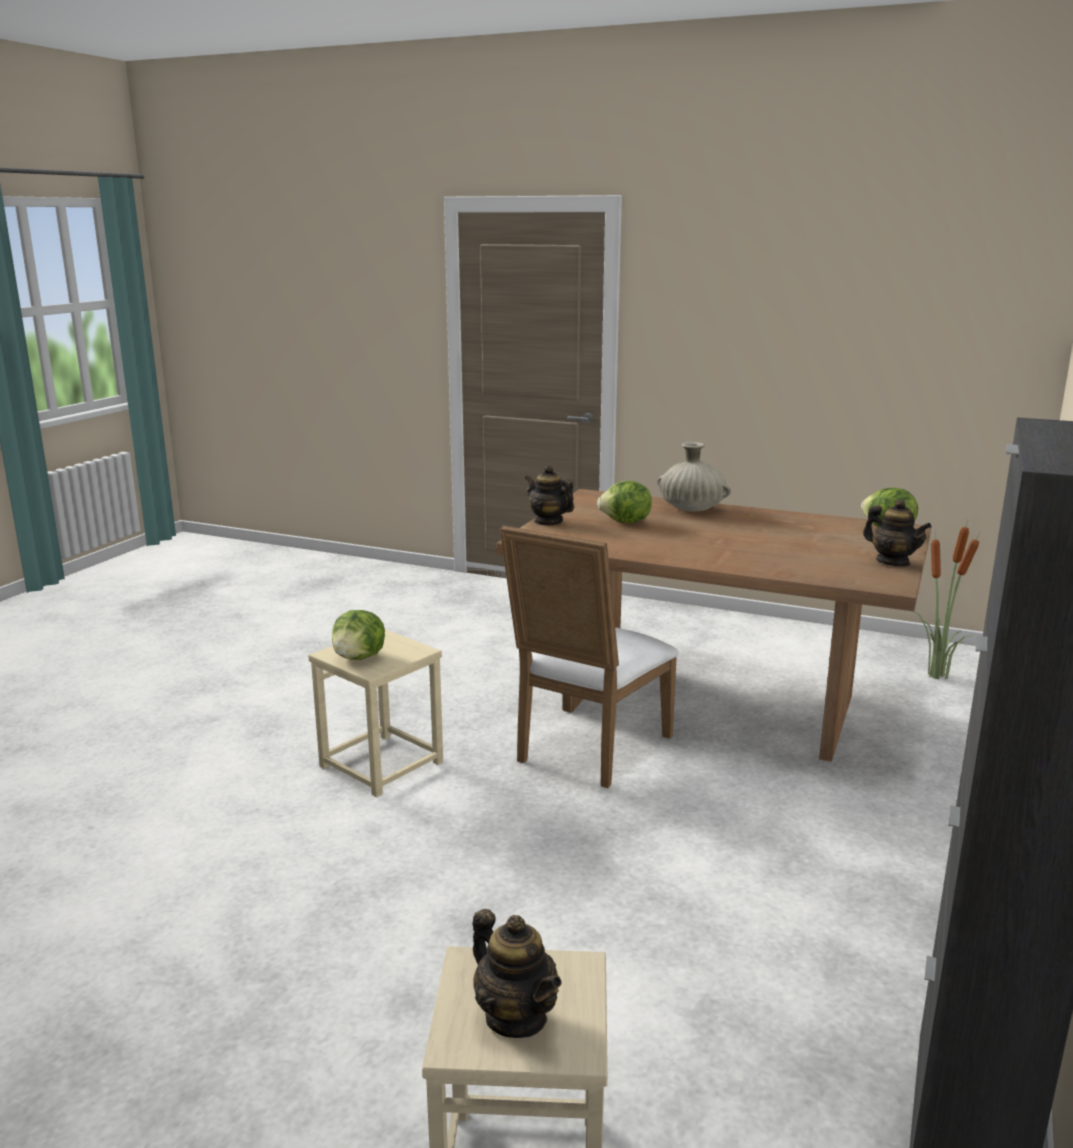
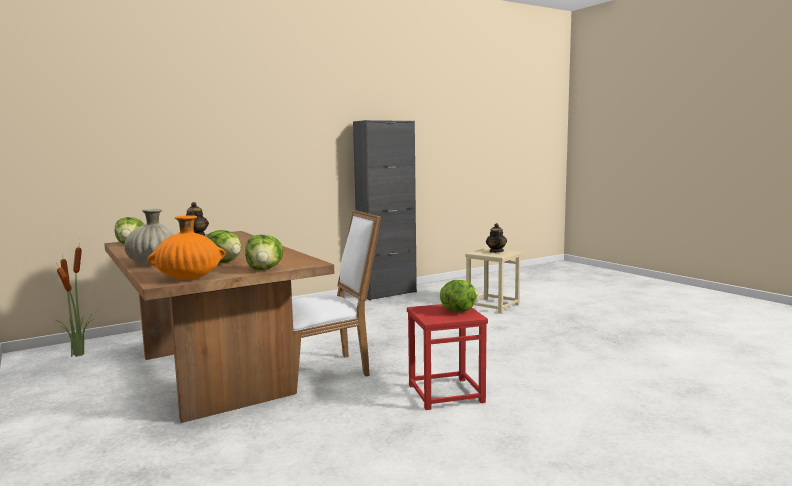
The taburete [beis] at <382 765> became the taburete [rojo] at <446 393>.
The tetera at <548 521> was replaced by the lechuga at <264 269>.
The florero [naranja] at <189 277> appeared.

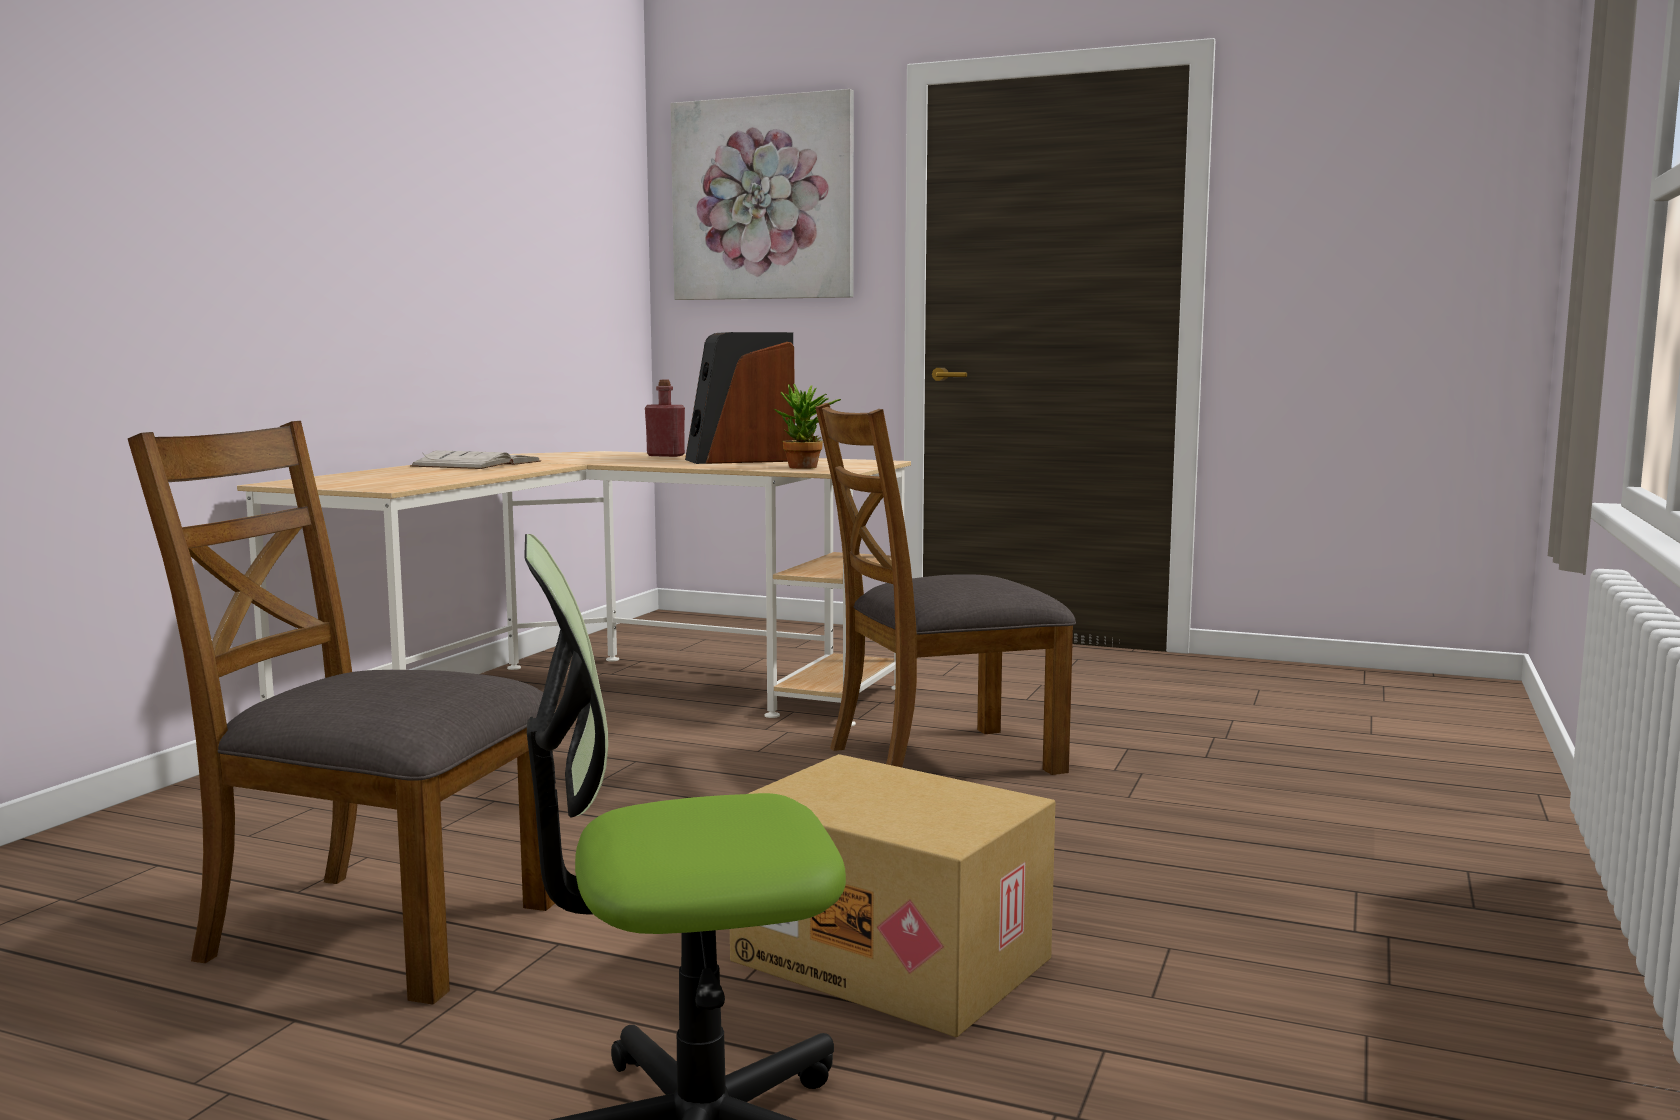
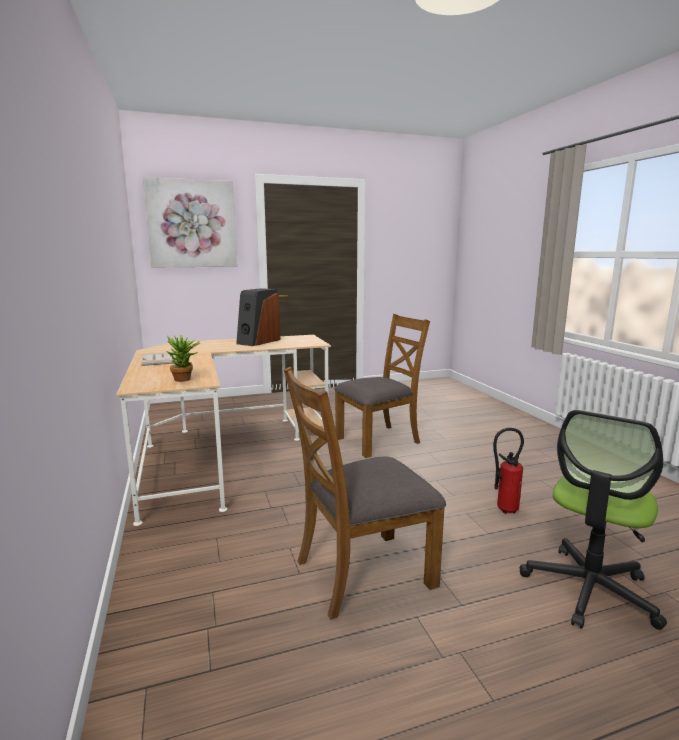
The botella [rojo] at <665 455> disappeared.
The caja de cartón at <895 958> was replaced by the extintor at <503 509>.
The planta en maceta moved from <806 468> to <185 380>.
The silla [marrón] at <941 759> turned 150 degrees counterclockwise.

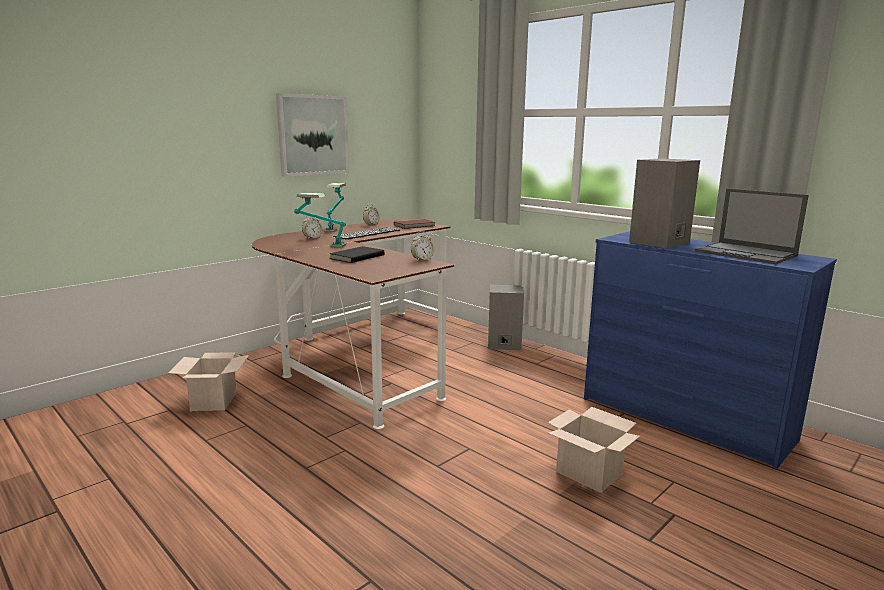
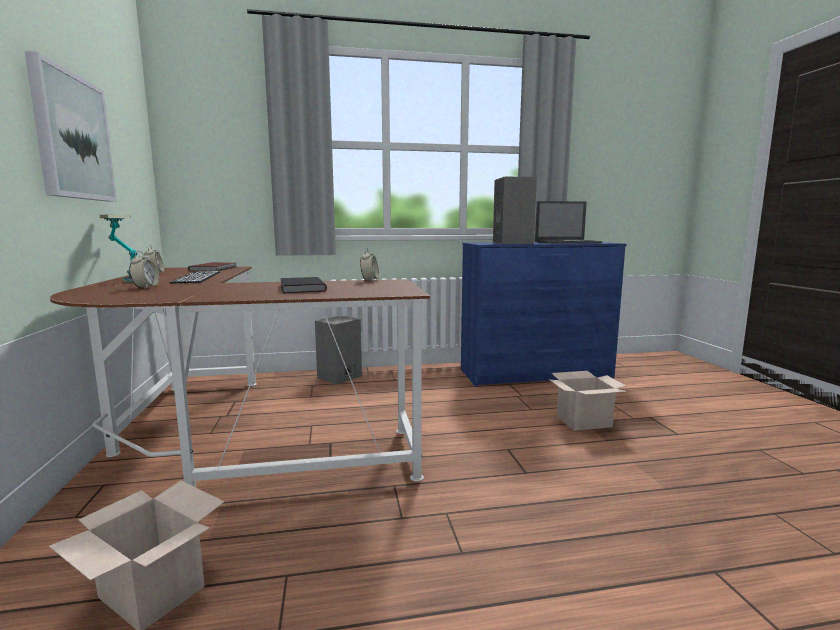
The lámpara de mesa at <320 244> disappeared.

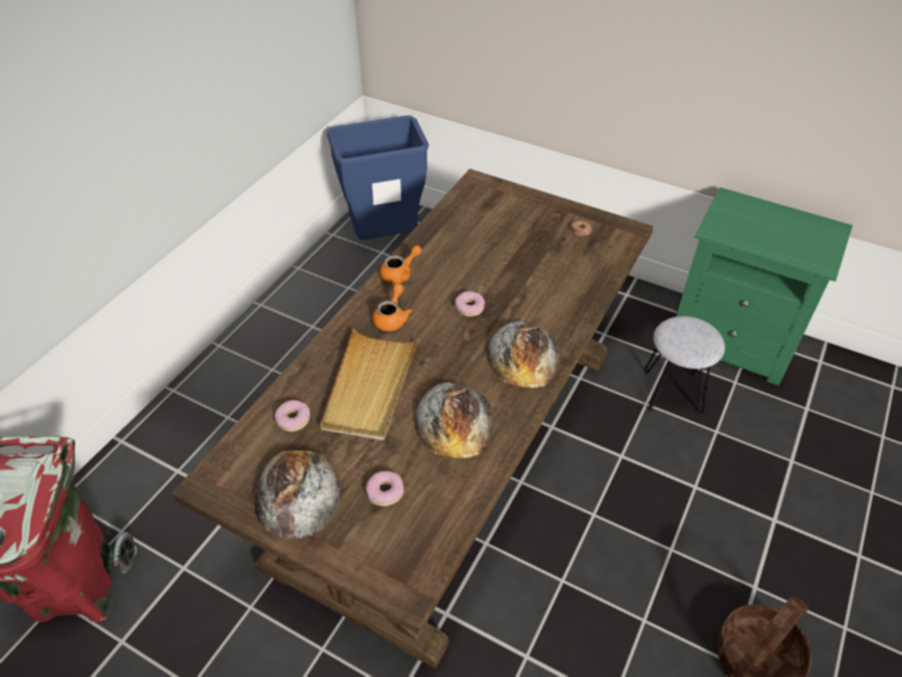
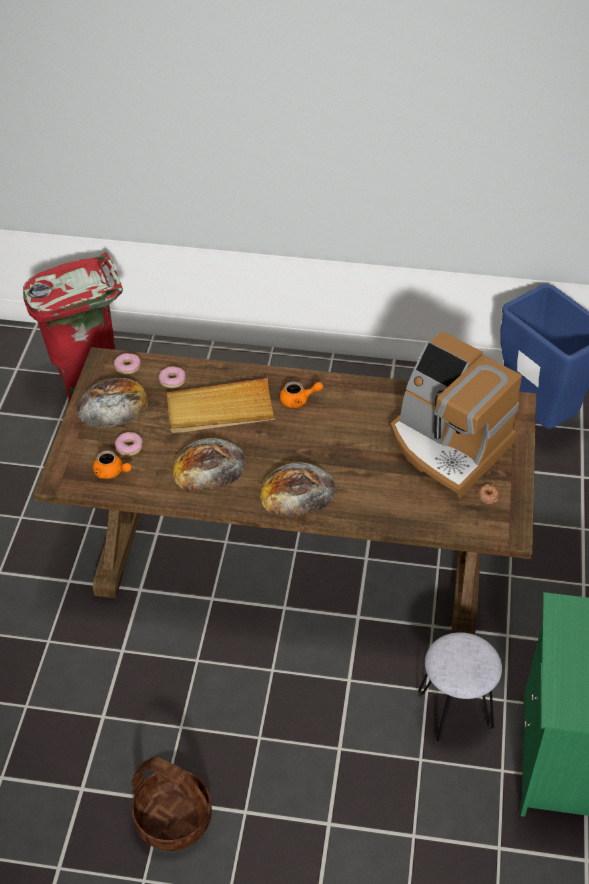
The tetera [naranja] moved from <400 274> to <111 472>.
The rosquilla moved from <469 307> to <127 366>.
The cafetera at <447 446> appeared.

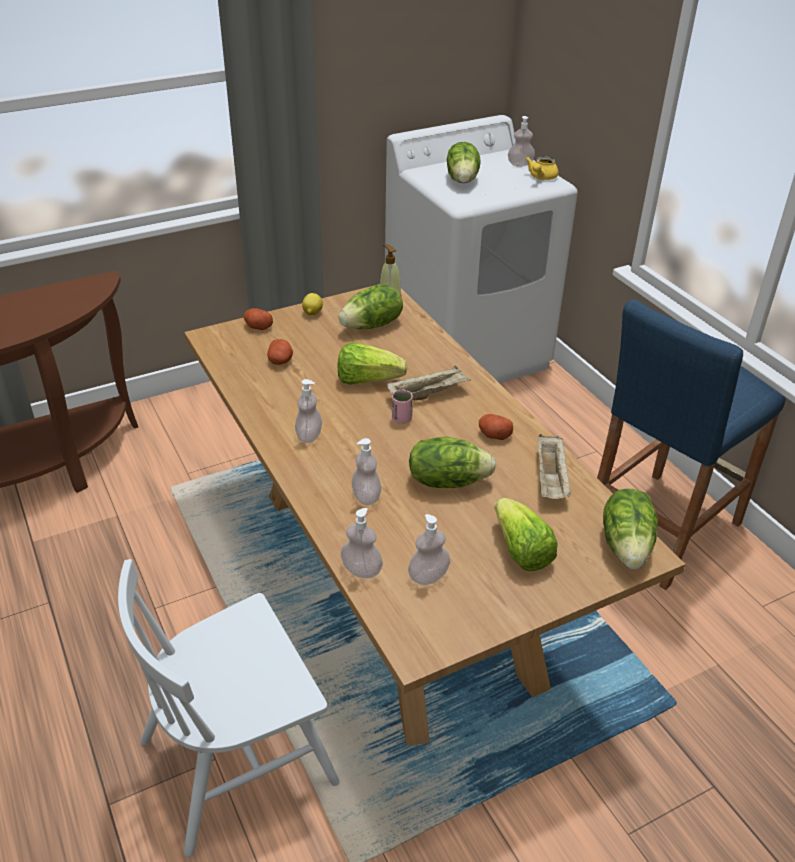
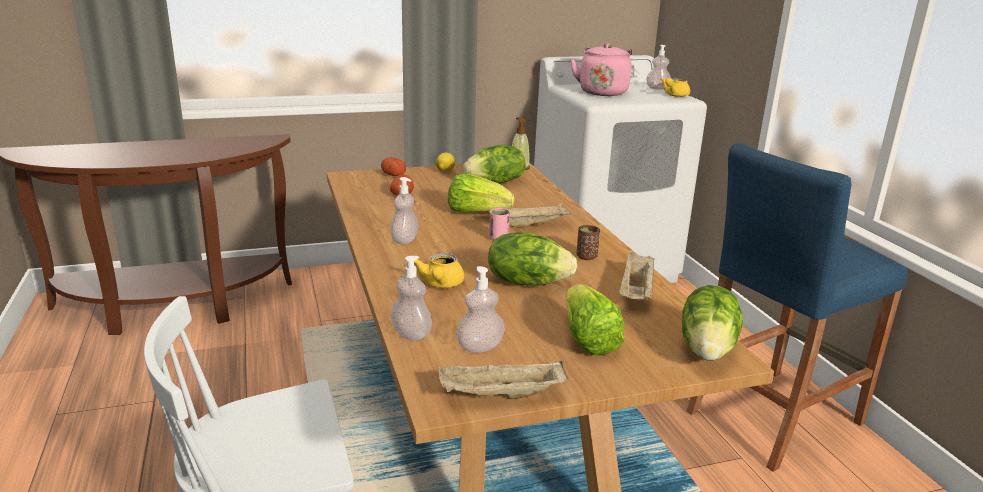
The dispensador de jabón at <366 497> was replaced by the tetera [amarillo] at <440 284>.
The lechuga at <463 180> was replaced by the hervidor [rosa] at <602 92>.
The patata at <494 435> was replaced by the taza [marrón] at <586 257>.
The bandeja [beis] at <500 396> appeared.

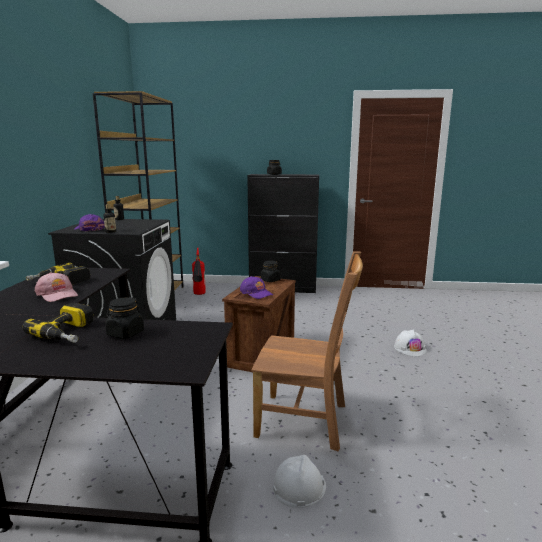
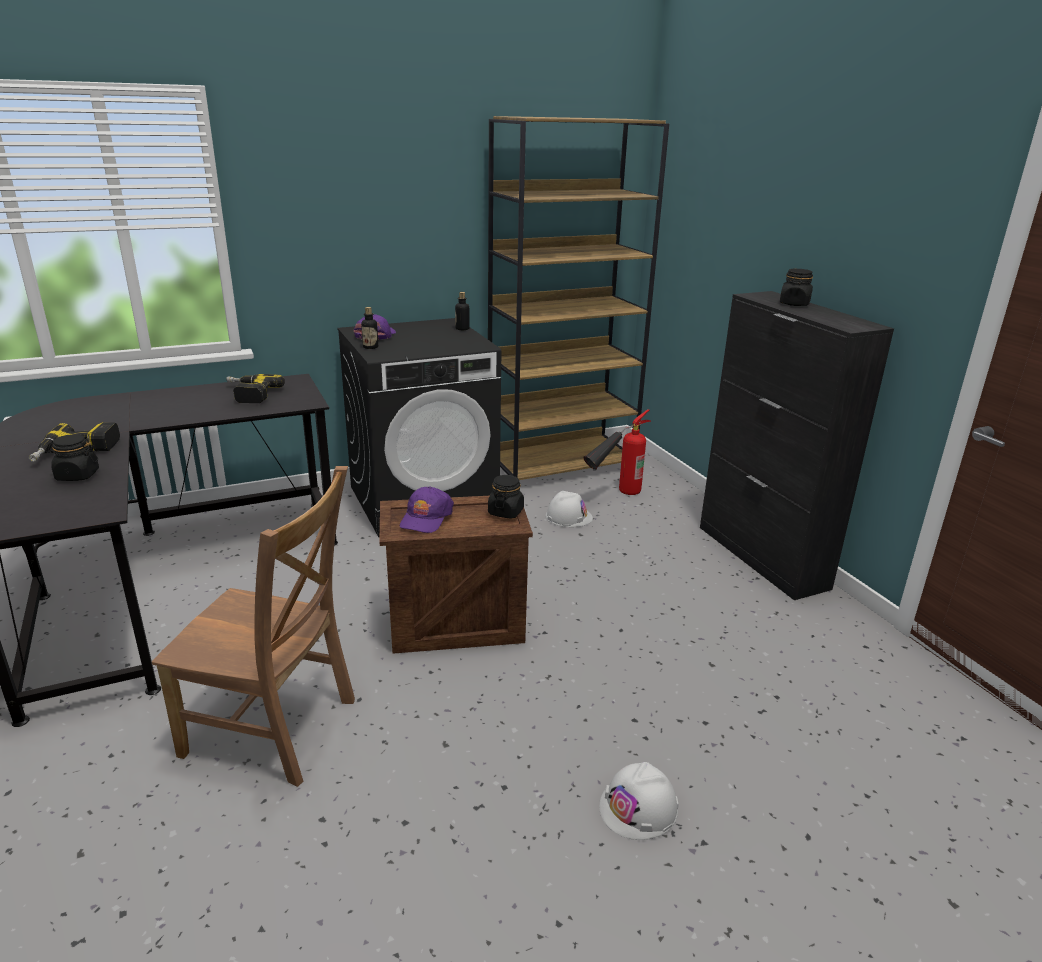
The gorra [rosa] at <57 294> disappeared.
The silla [marrón] at <306 421> turned 60 degrees counterclockwise.
The casco [blanco] moved from <299 486> to <568 517>.

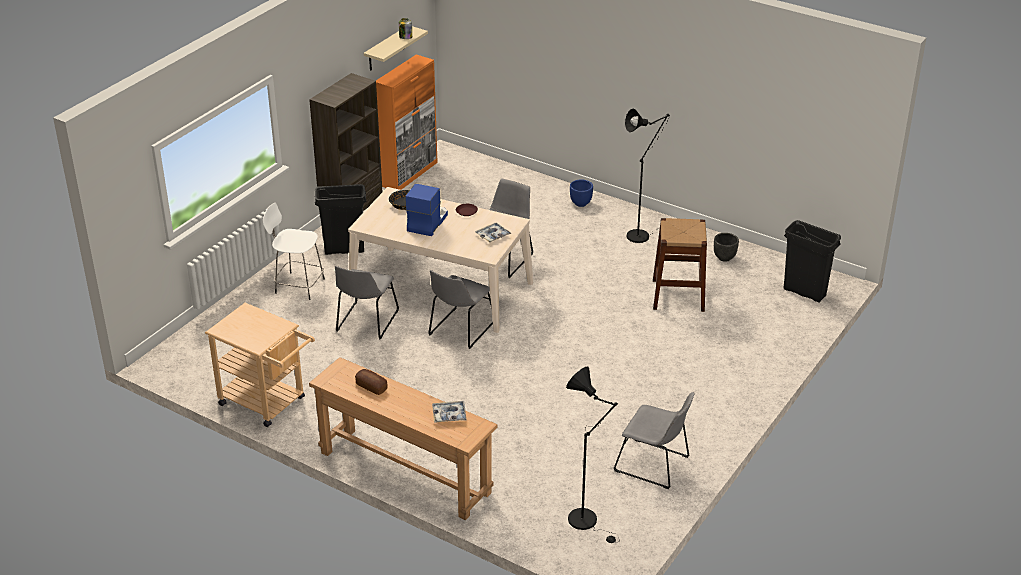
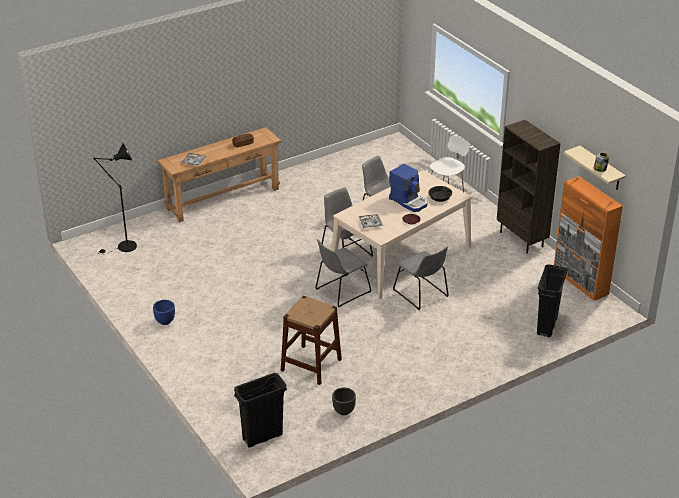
The carrito [beis] at <268 403> disappeared.
The papelera [negro] moved from <345 250> to <547 326>.
The maceta [azul] moved from <581 203> to <165 321>.
The silla [gris] moved from <654 465> to <341 291>.
The lámpara de pie [negro] at <641 235> disappeared.

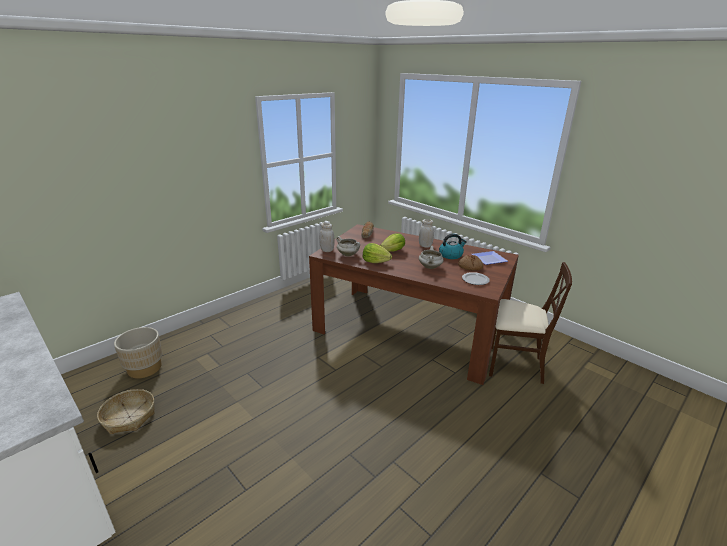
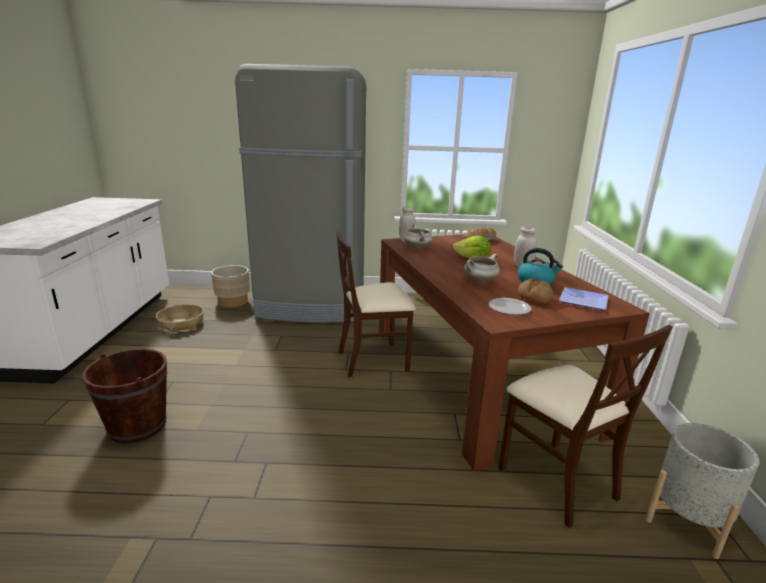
The lechuga at <375 261> disappeared.
The cubo [marrón] at <137 425> appeared.
The nevera [gris] at <313 305> appeared.
The silla [beis] at <374 360> appeared.
The maceta [gris] at <687 520> appeared.

